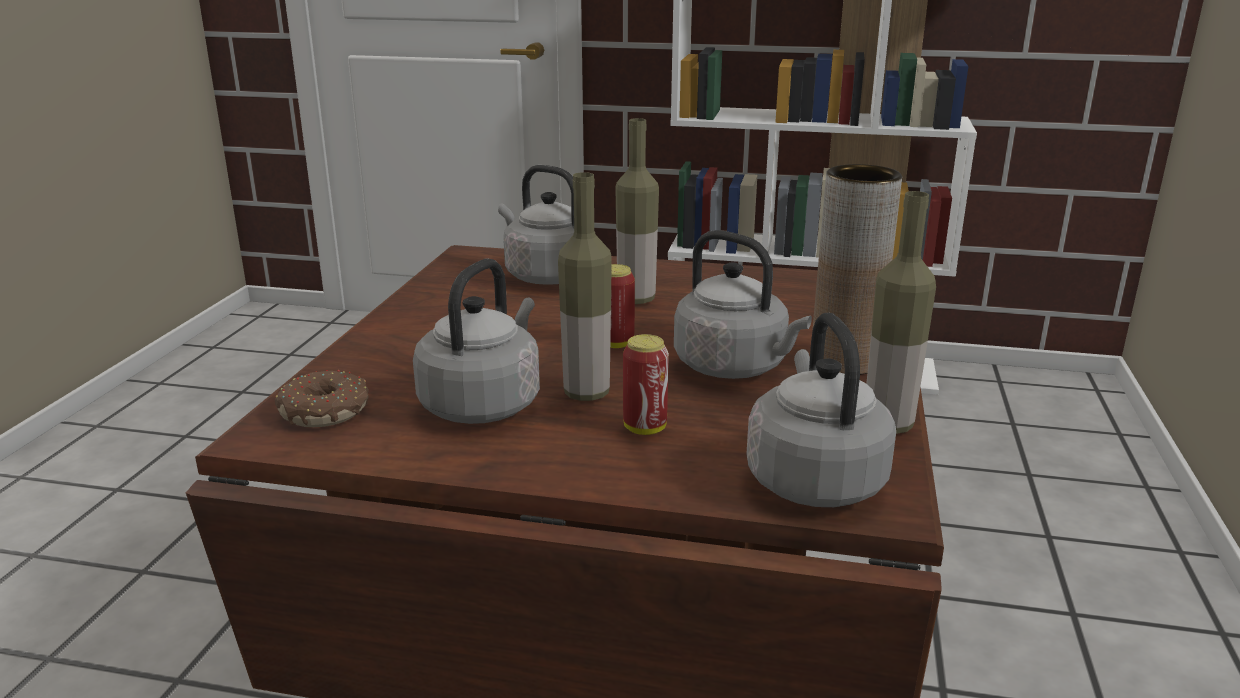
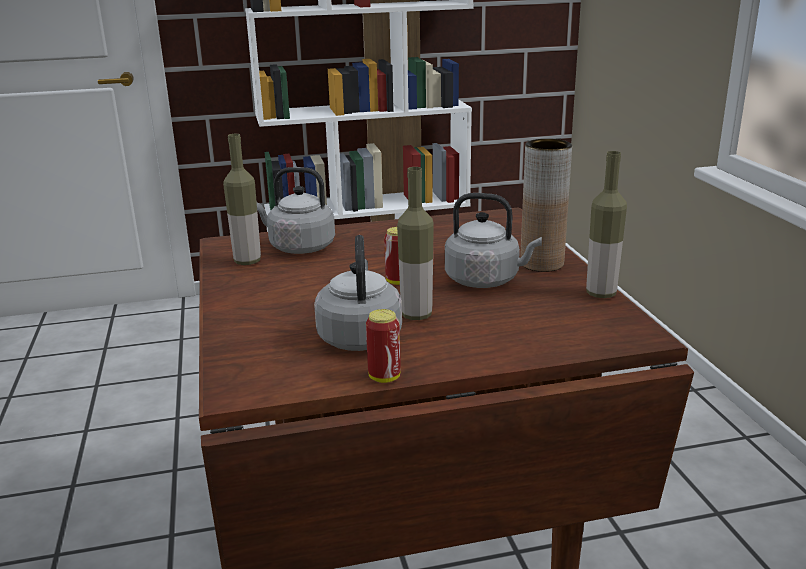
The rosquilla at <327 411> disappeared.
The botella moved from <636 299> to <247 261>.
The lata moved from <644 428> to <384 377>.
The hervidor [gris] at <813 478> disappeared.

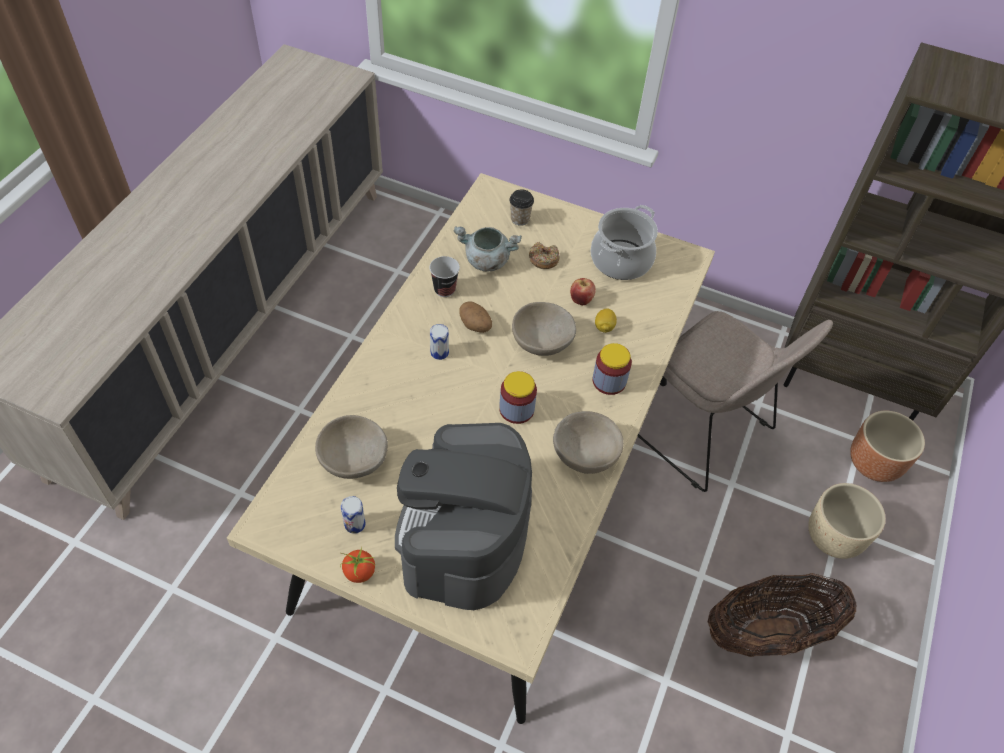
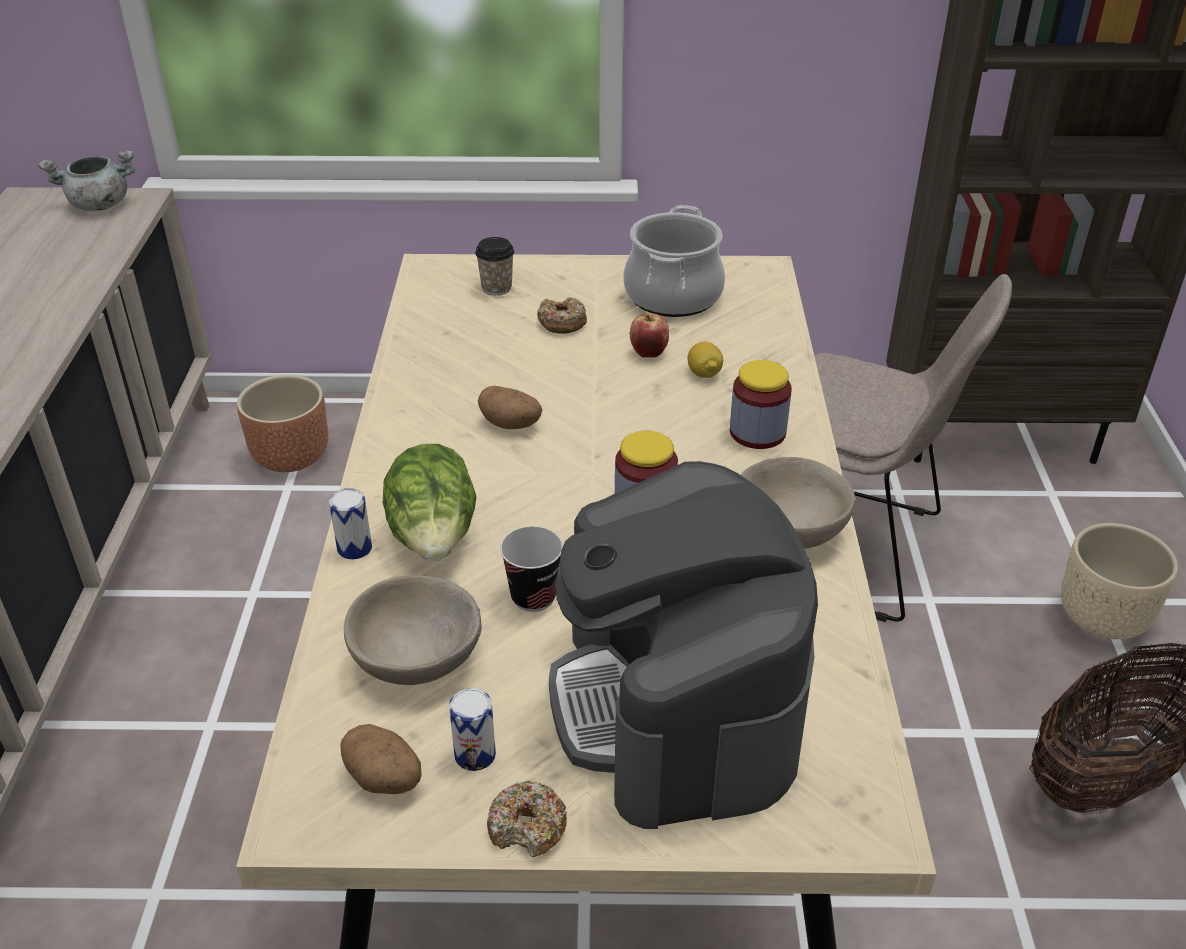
The tomate at <359 572> was replaced by the rosquilla at <528 827>.
The taza moved from <444 289> to <533 597>.
The lata moved from <439 352> to <354 548>.
The olla [gris] moved from <486 261> to <98 205>.
The cuenco [beis] at <541 343> disappeared.
The maceta [marrón] moved from <873 463> to <290 457>.
The patata at <385 779> appeared.
The lechuga at <434 539> appeared.

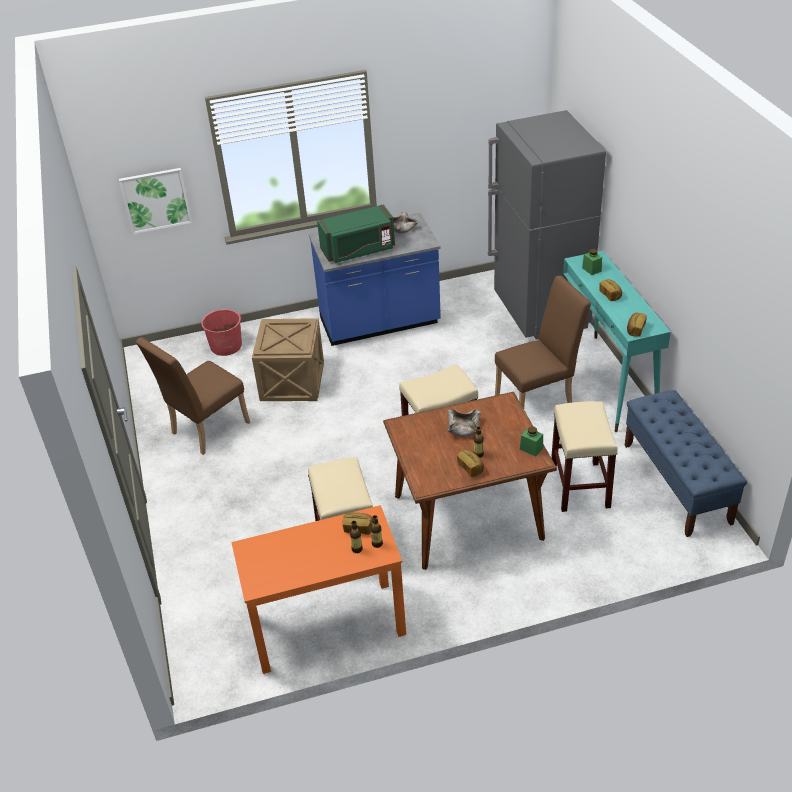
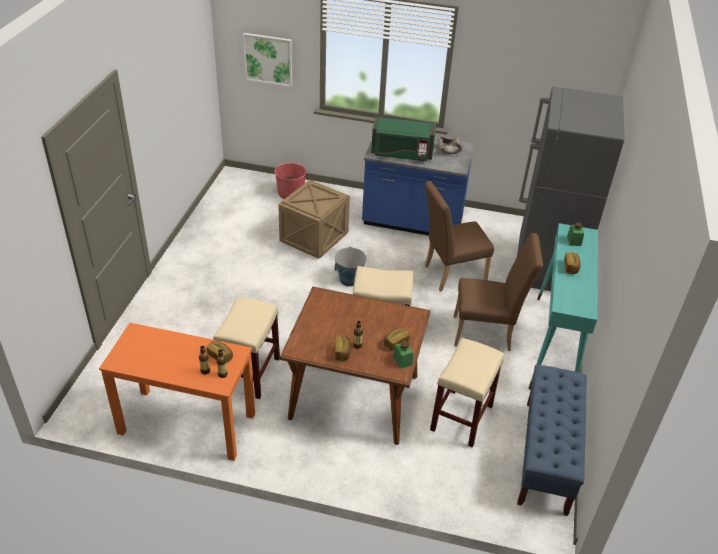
The silla [marrón] moved from <205 430> to <450 274>.
The cuenco [beis] at <464 428> disappeared.
The pan moved from <635 330> to <395 343>.
The cubo at <349 280> appeared.

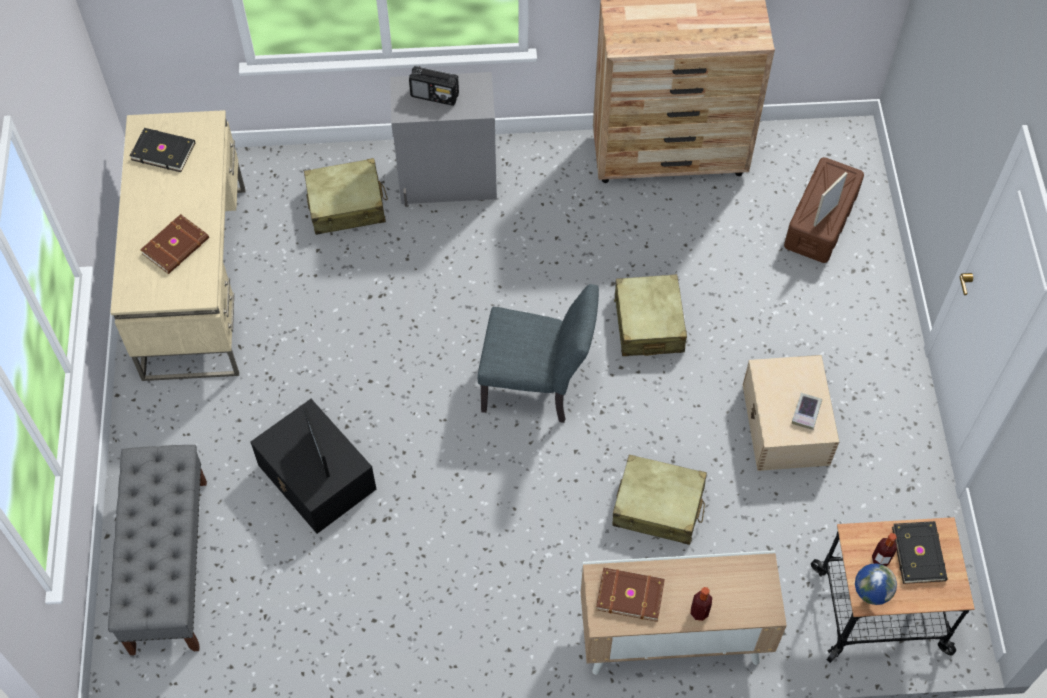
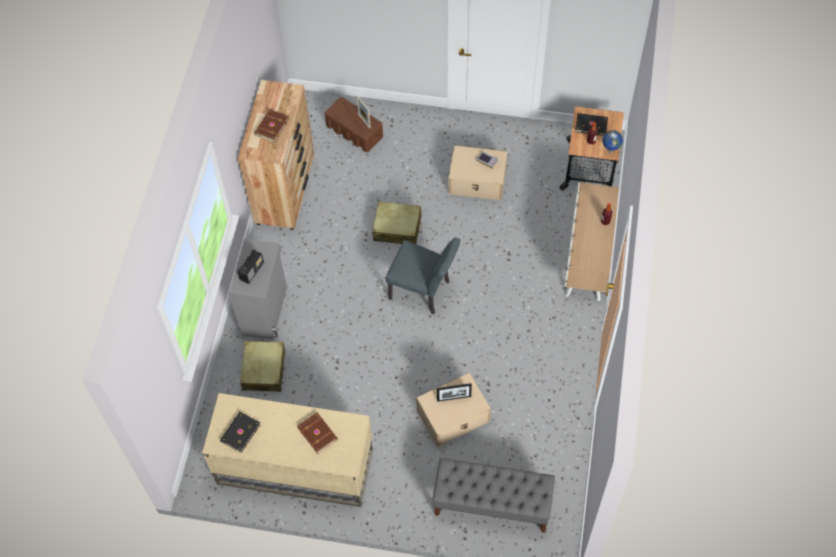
The caja de almacenaje [negro] at <317 478> became the caja de almacenaje [beis] at <454 416>.
The silla [gris] at <537 388> turned 90 degrees clockwise.
The libro [marrón] moved from <629 594> to <271 127>.
The maleta [beis] at <658 506> disappeared.

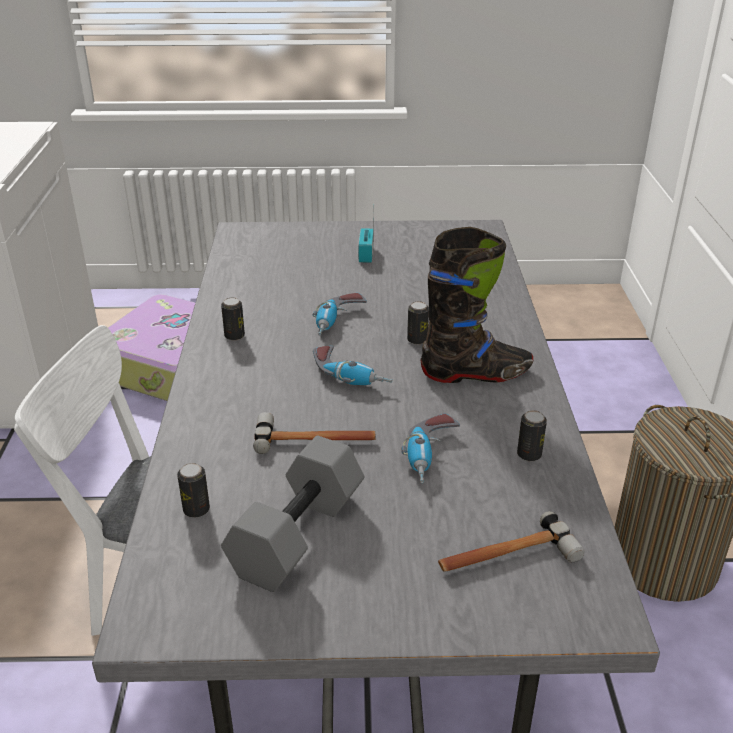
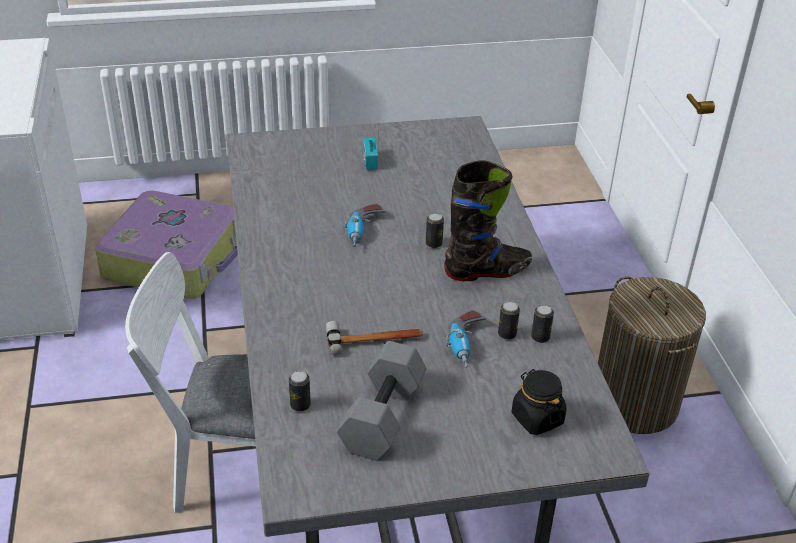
The lata moved from <234 336> to <507 334>.
The taladro at <351 376> disappeared.
The martillo at <506 557> was replaced by the tarro [negro] at <537 418>.

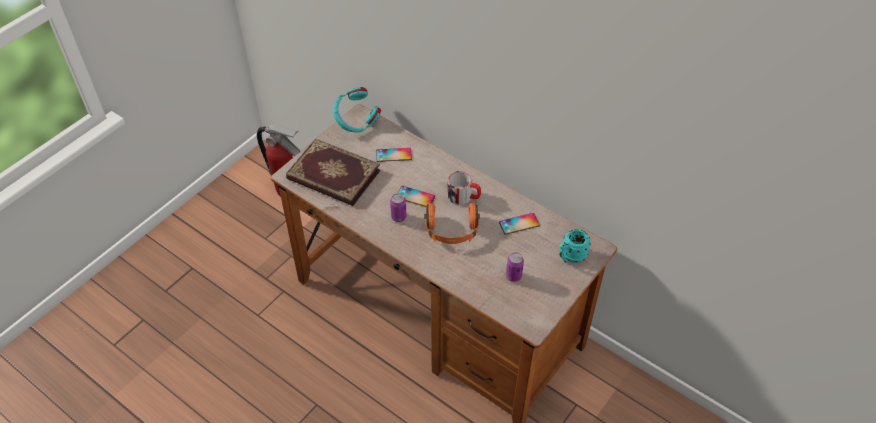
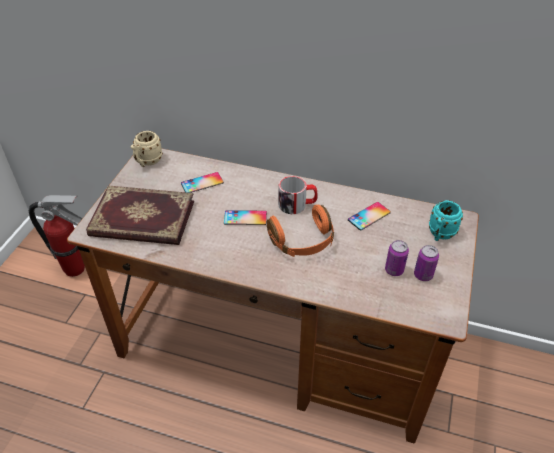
The auriculares [turquesa] at <356 123> was replaced by the taza grande [beis] at <147 162>.
The lata moved from <398 217> to <423 275>.

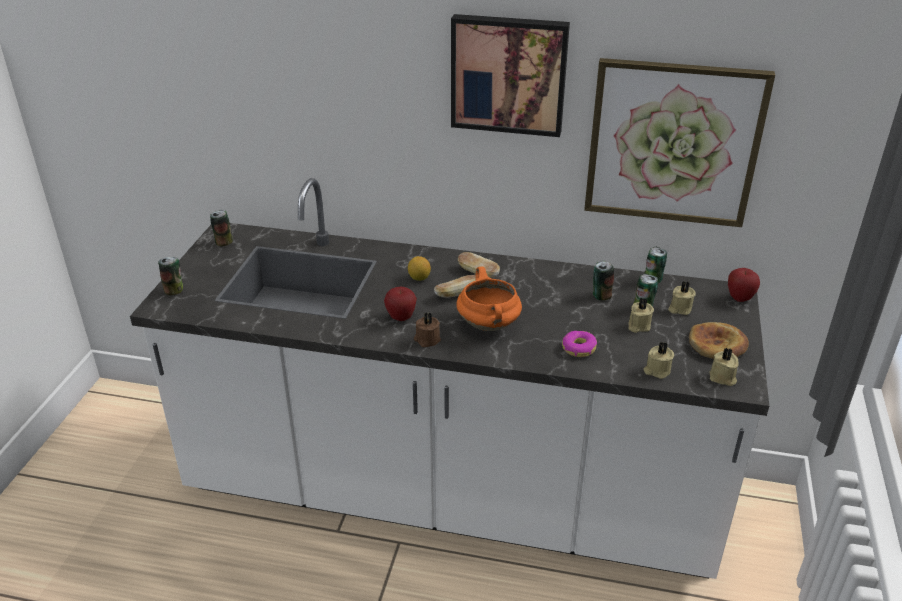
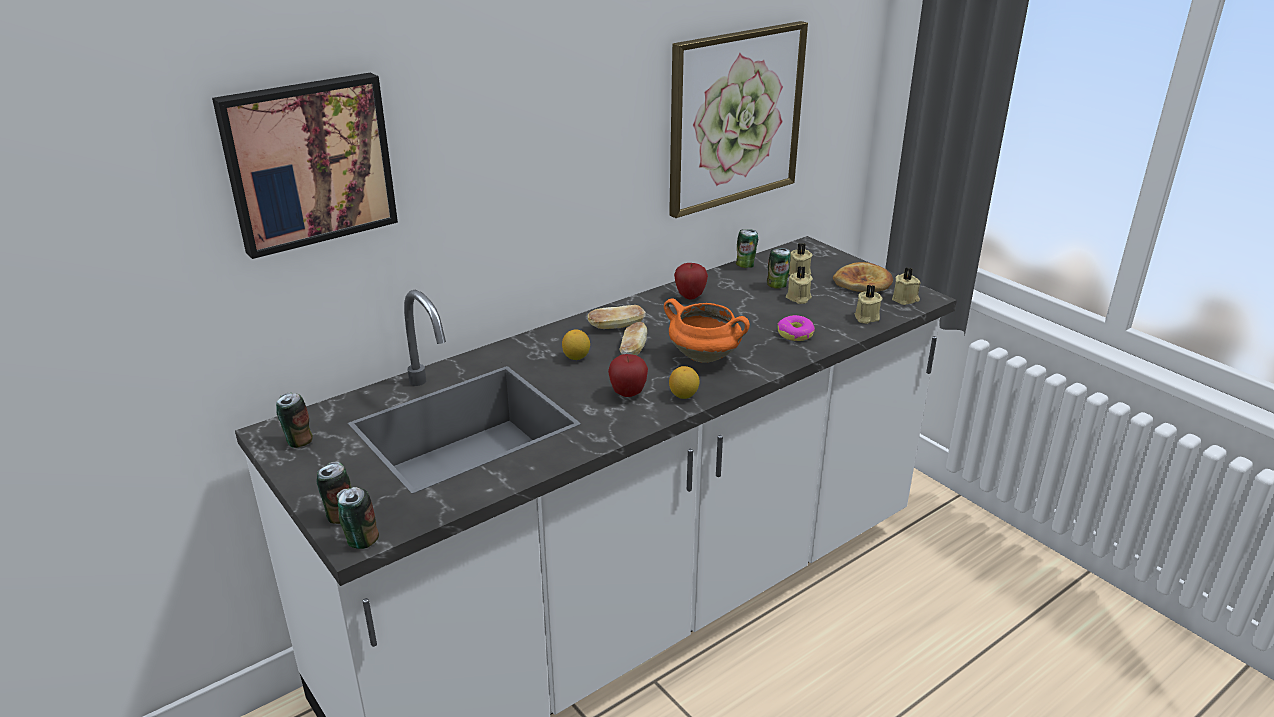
The vela [marrón] at <427 340> was replaced by the limón at <683 395>.
The cuadro moved from <509 74> to <308 162>.
The lata moved from <601 295> to <360 540>.
The manzana moved from <739 298> to <690 296>.

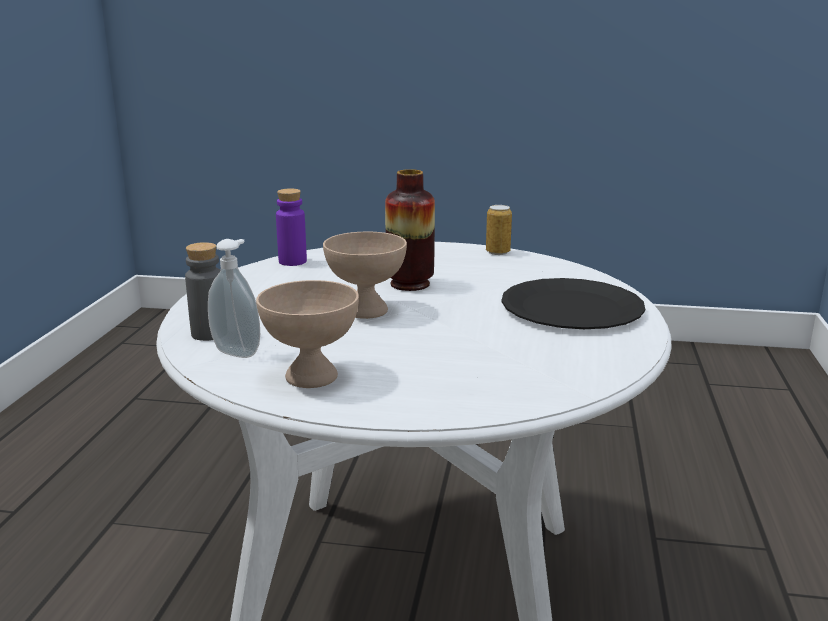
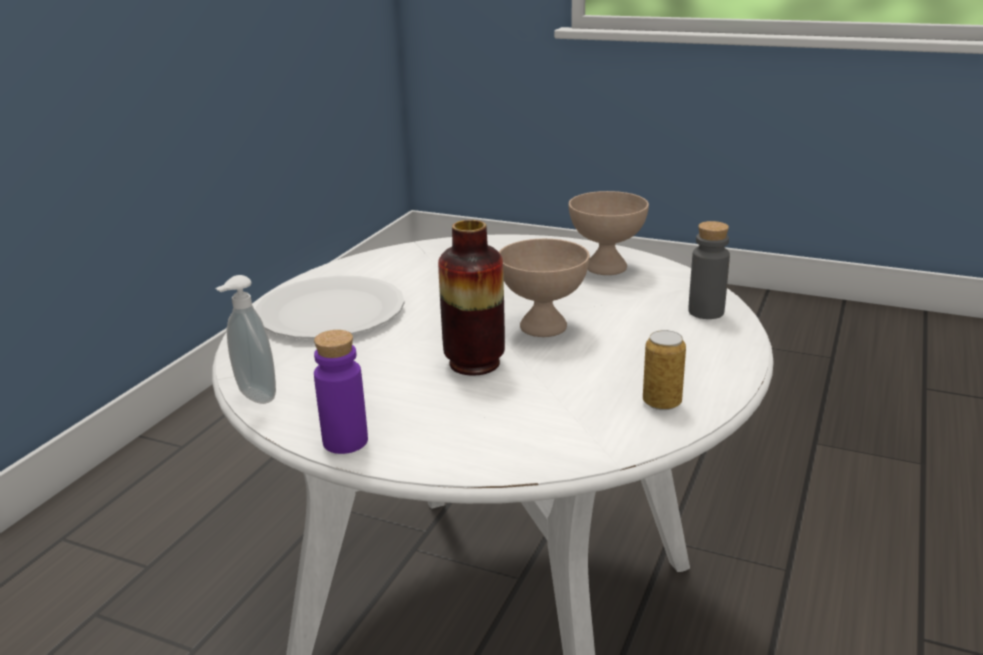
The dispensador de jabón moved from <238 352> to <254 397>.
The botella [morado] moved from <292 261> to <345 441>.
The lata moved from <498 252> to <662 402>.
The plato [negro] at <571 308> became the plato [blanco] at <330 312>.

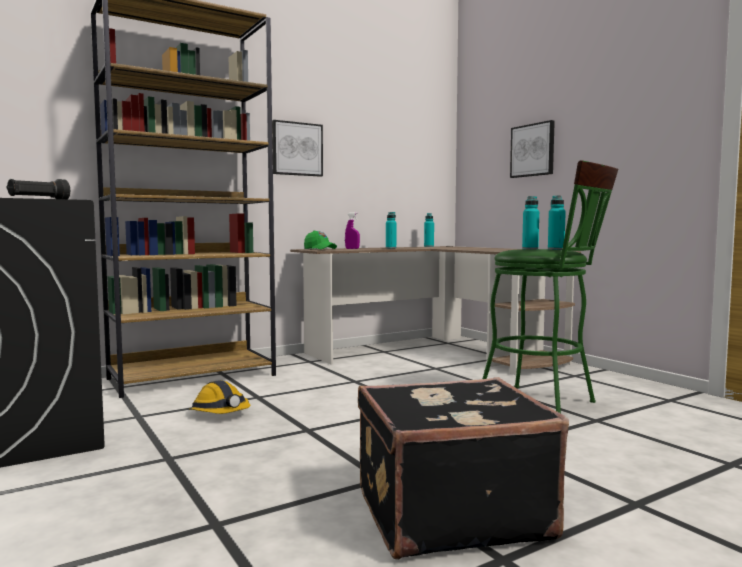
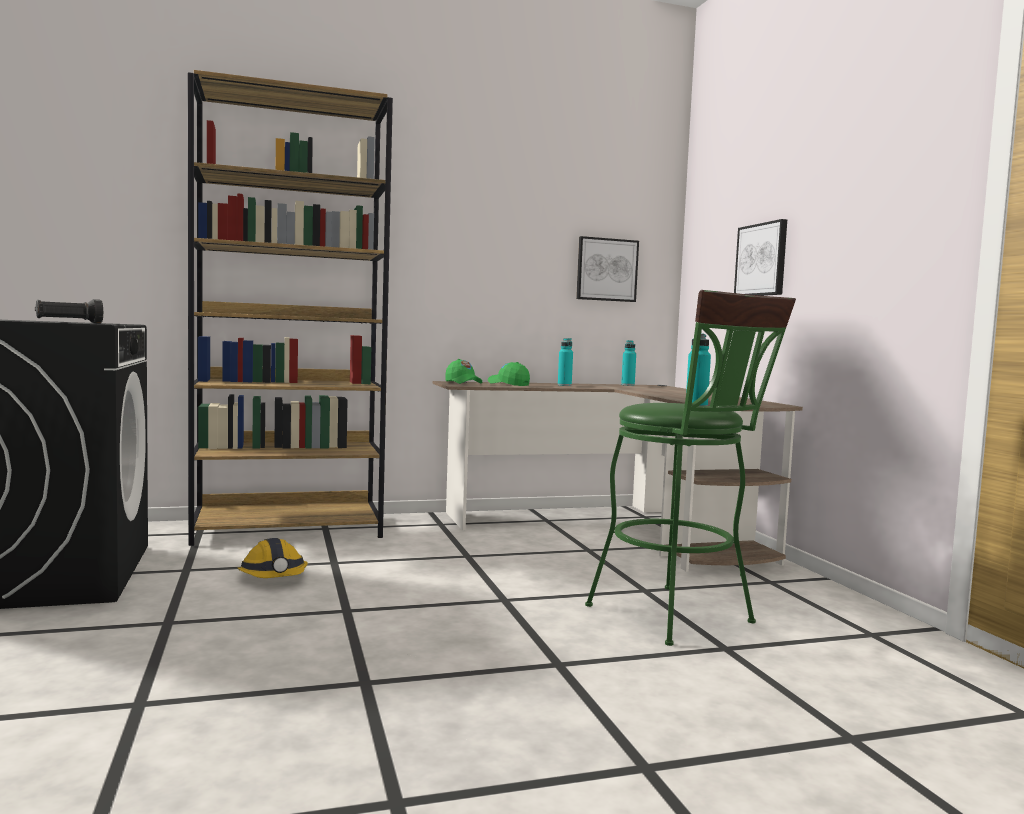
The cuadro moved from <297 149> to <606 269>.
The pulverizador [morado] at <352 249> was replaced by the gorra [verde] at <508 384>.
The maleta [negro] at <449 512> disappeared.
The botella [turquesa] at <530 249> disappeared.

